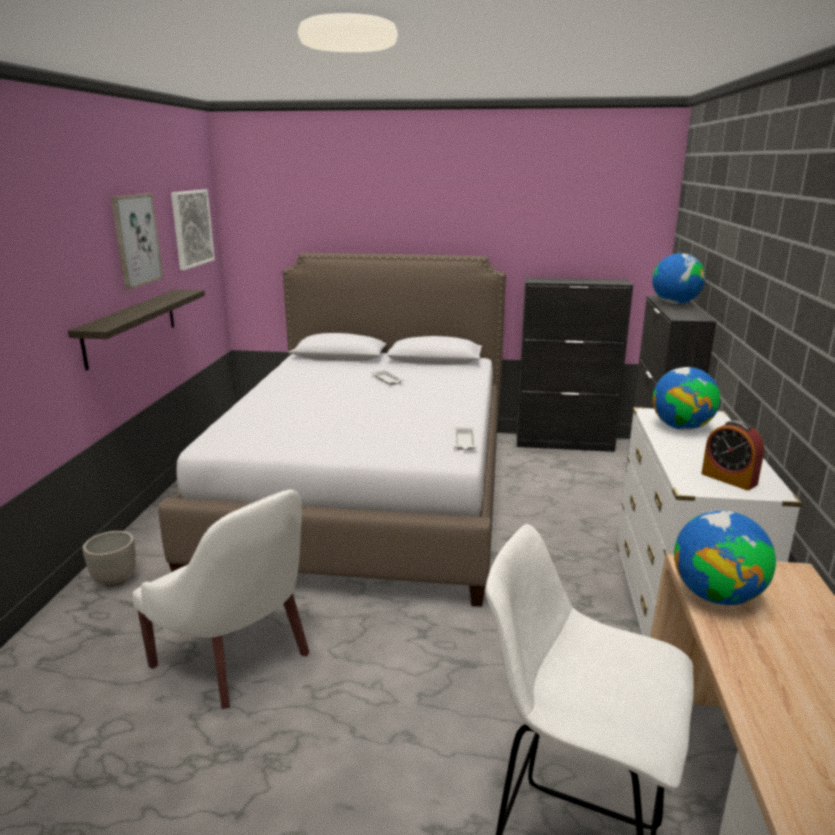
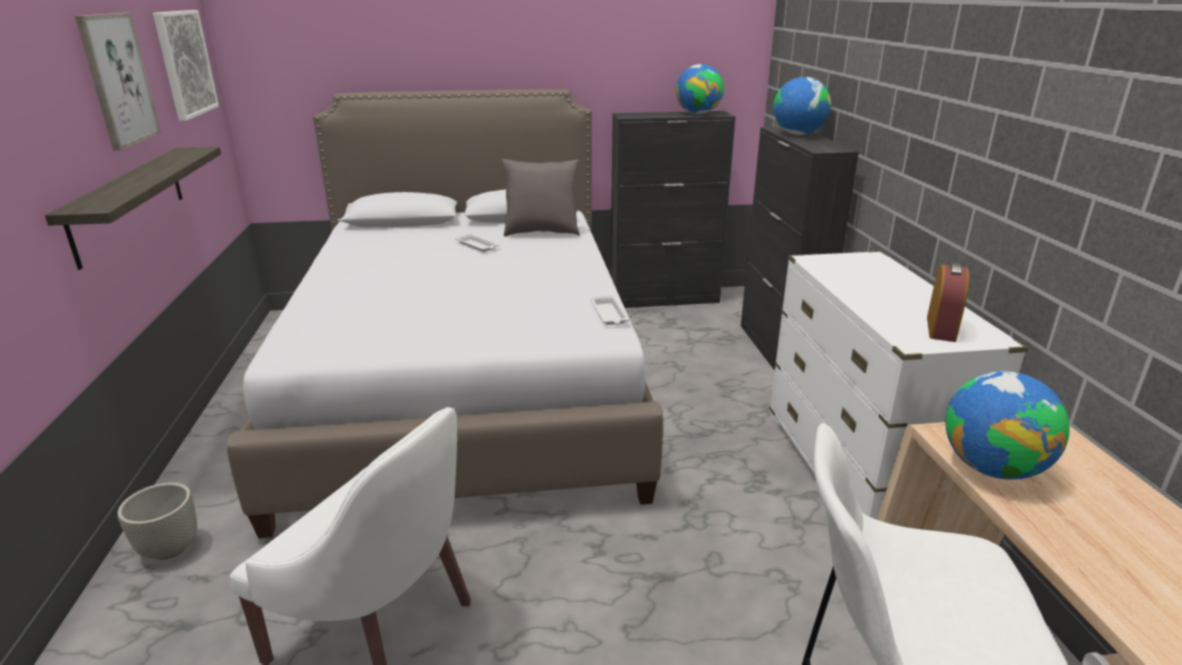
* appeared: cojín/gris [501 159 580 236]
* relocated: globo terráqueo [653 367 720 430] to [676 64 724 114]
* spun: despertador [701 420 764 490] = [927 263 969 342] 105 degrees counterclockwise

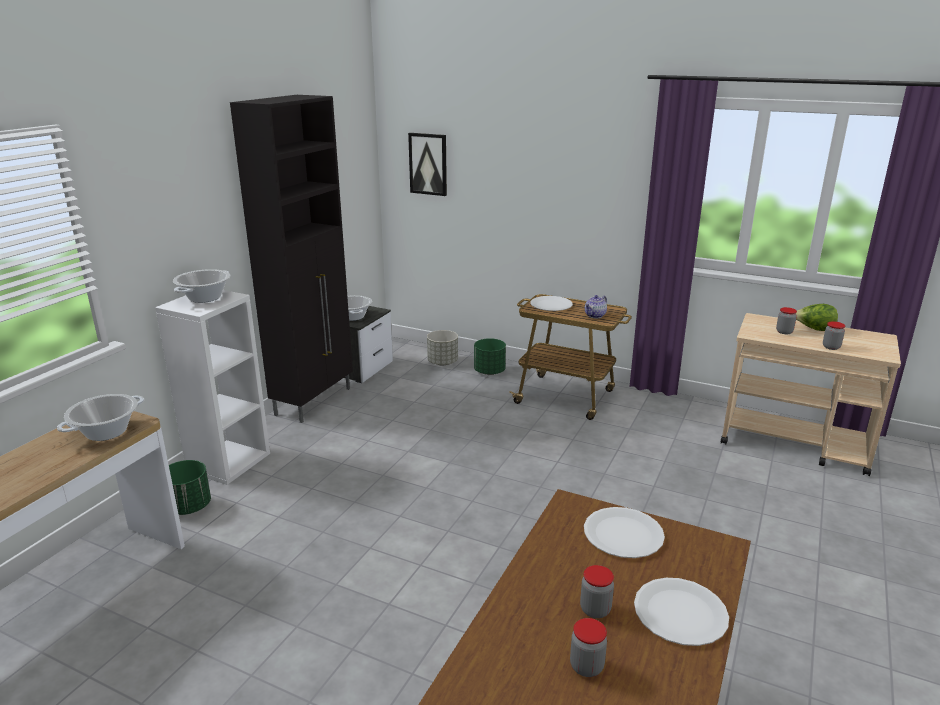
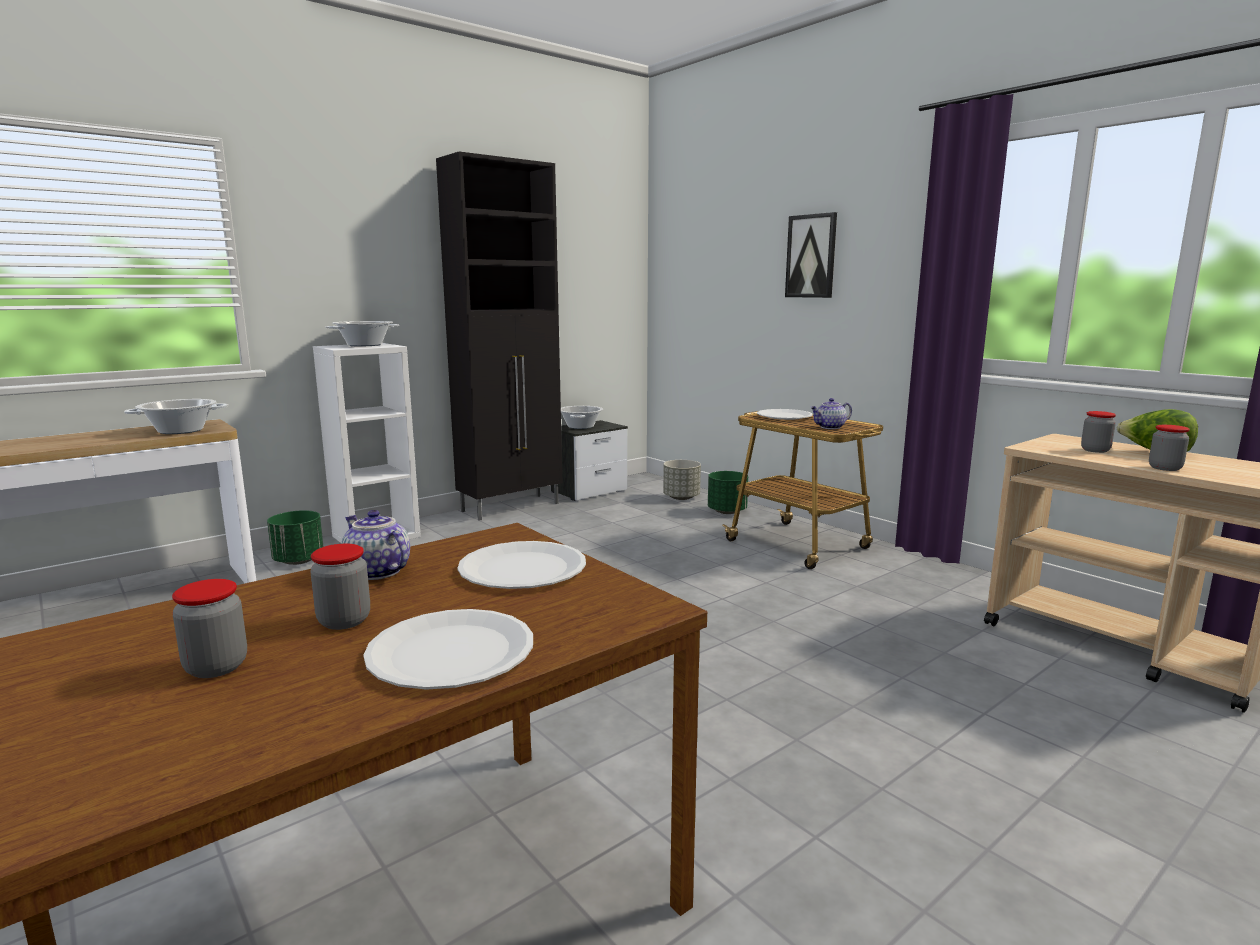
* appeared: tetera [341 510 410 580]
* relocated: cuadro [408 133 447 196] to [785 212 837 298]

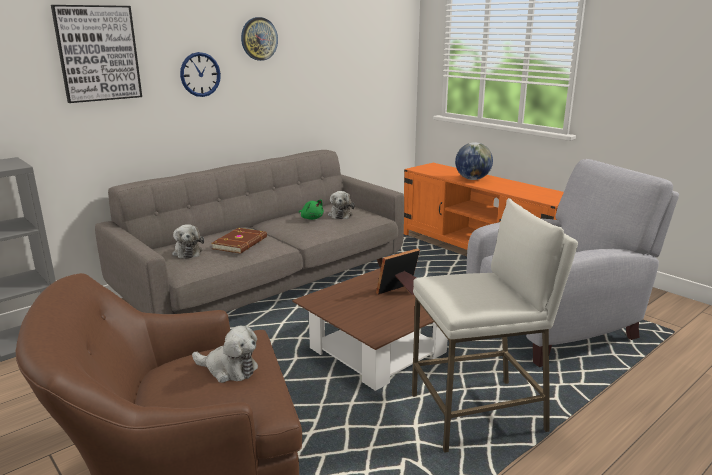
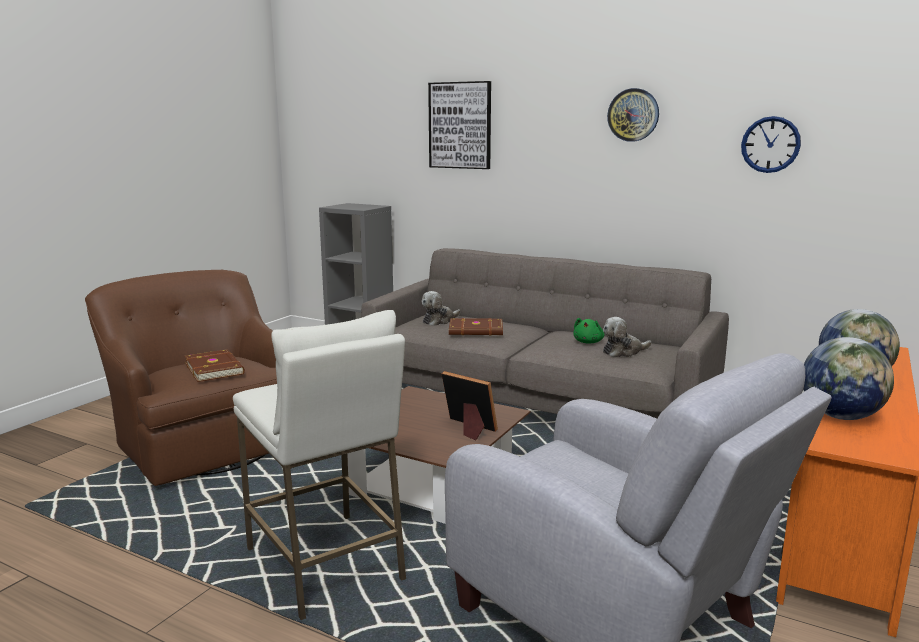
* exchanged: peluche [192 326 258 383] to libro/marrón [185 349 245 382]
* relocated: reloj de pared [180 52 221 97] to [741 116 801 173]
* appeared: globo terráqueo [803 337 894 420]

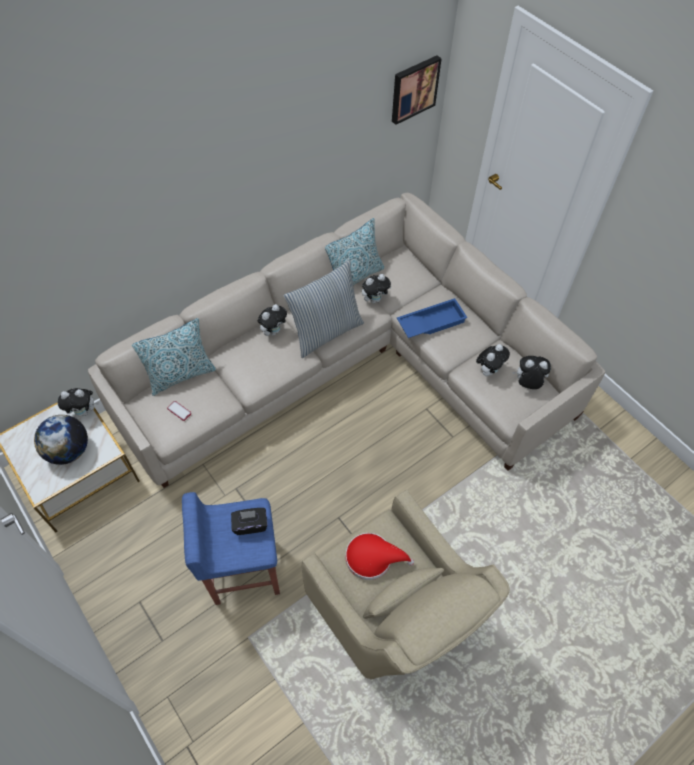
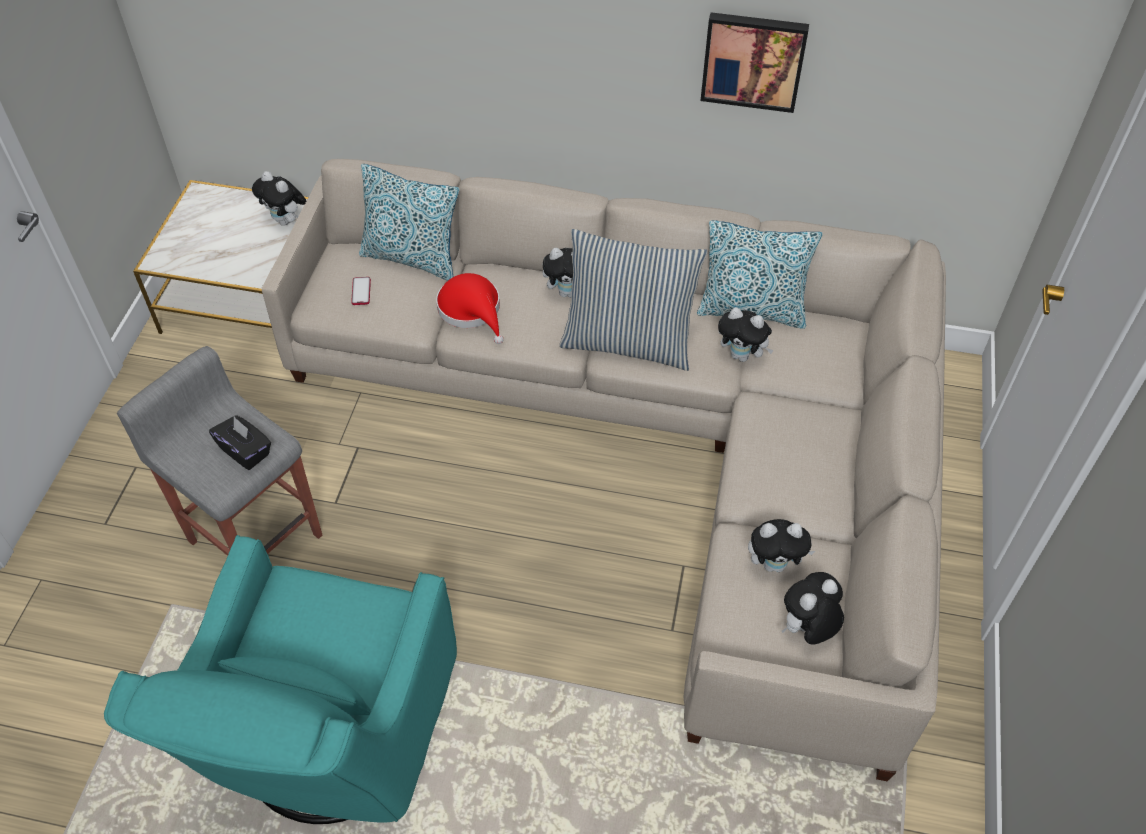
* colour: sillón/beis [302 489 510 680] to sillón/turquesa [104 535 457 824]
* colour: taburete/azul [182 492 280 605] to taburete/gris [117 346 322 556]
* relocated: sombrero/rojo [346 533 414 580] to [436 273 504 344]
* relocated: cuadro [392 55 442 125] to [701 12 809 113]
* spun: peluche [512 356 551 389] = [782 572 844 645] 90 degrees counterclockwise
* missing: globo terráqueo [34 415 88 465]
* missing: bandeja/azul [397 298 468 338]

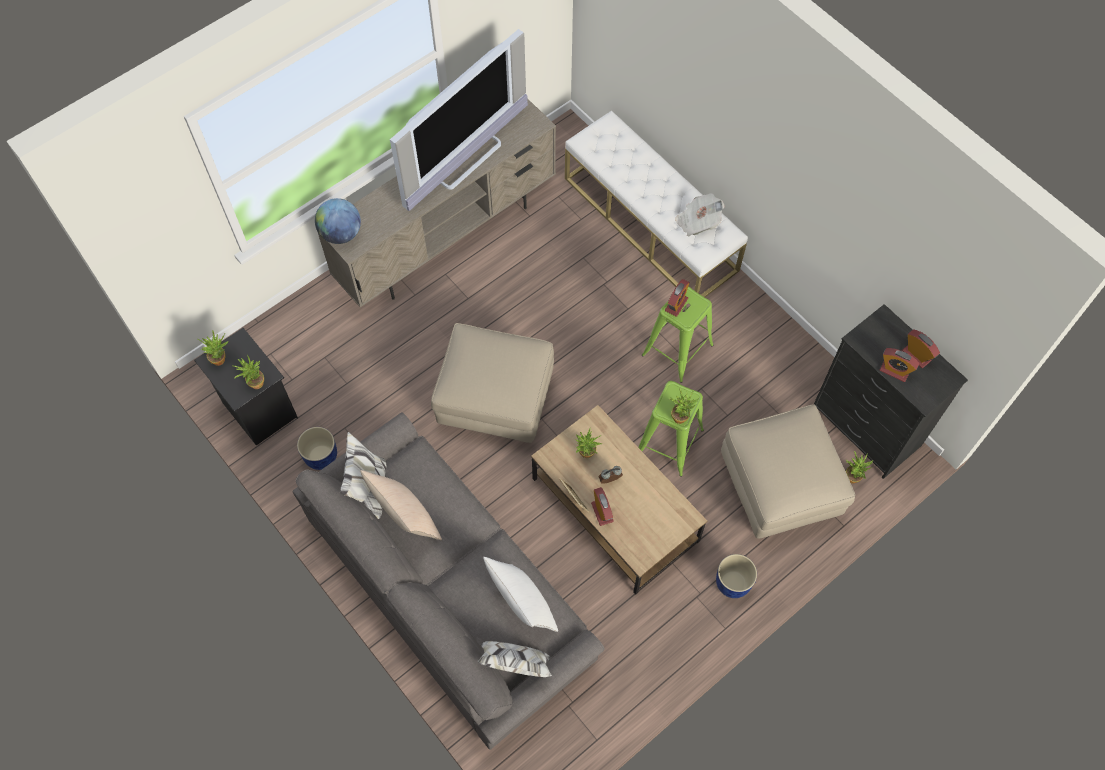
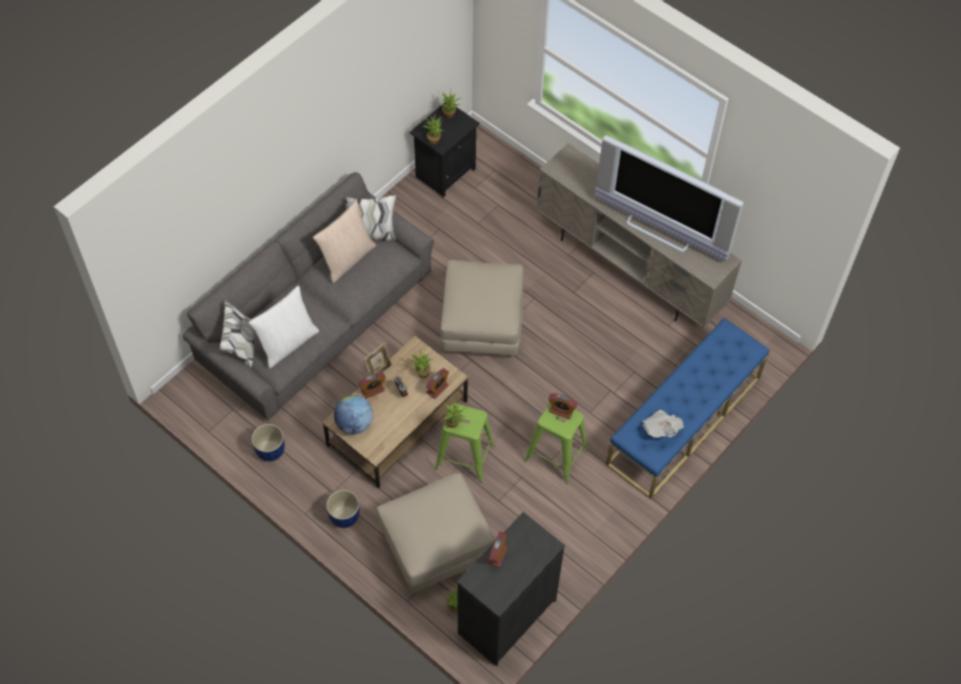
* relocated: maceta/azul [297 427 337 470] to [252 424 285 461]
* relocated: globo terráqueo [315 198 361 244] to [334 395 373 434]
* relocated: despertador [902 329 940 368] to [426 368 449 399]
* colour: banco/blanco [565 111 748 297] to banco/azul [605 318 770 499]

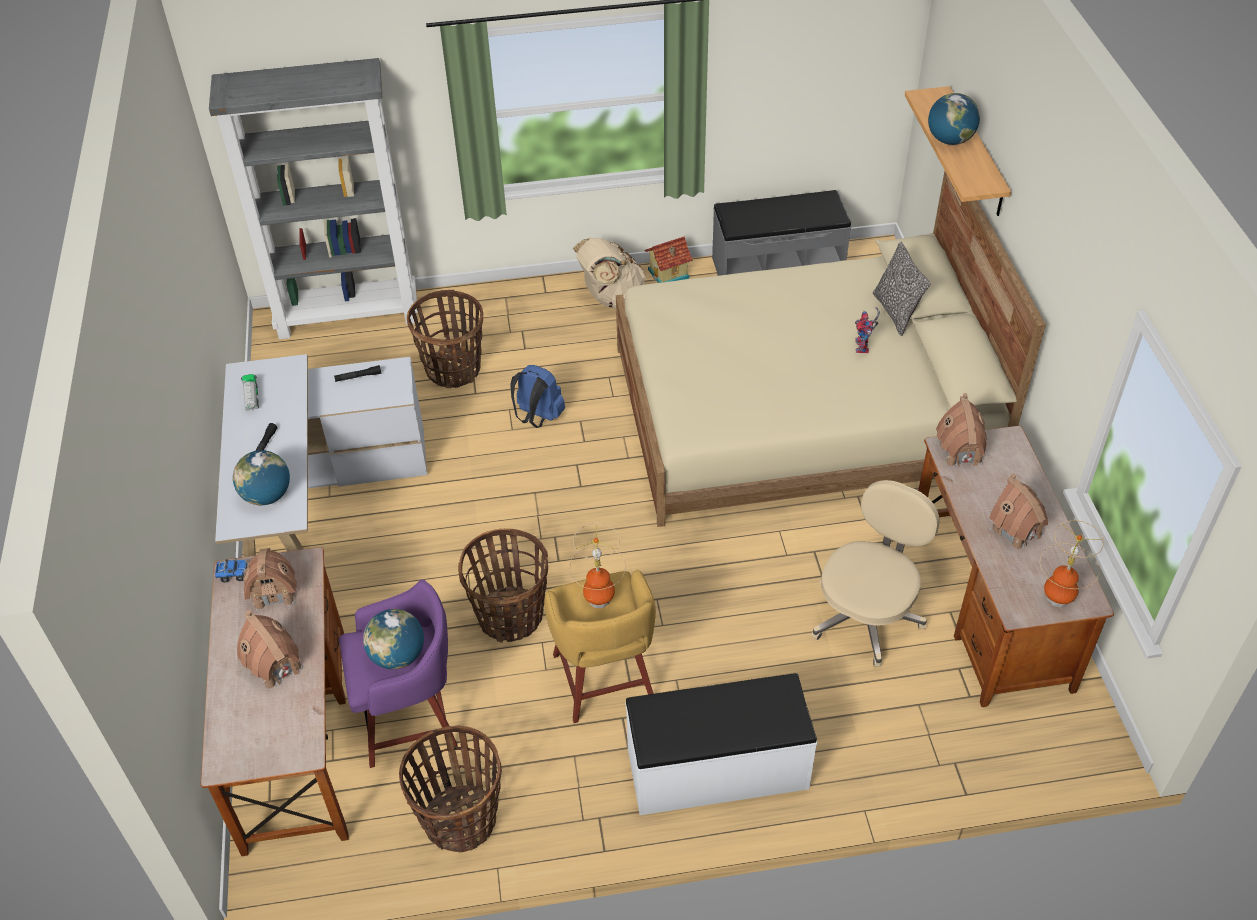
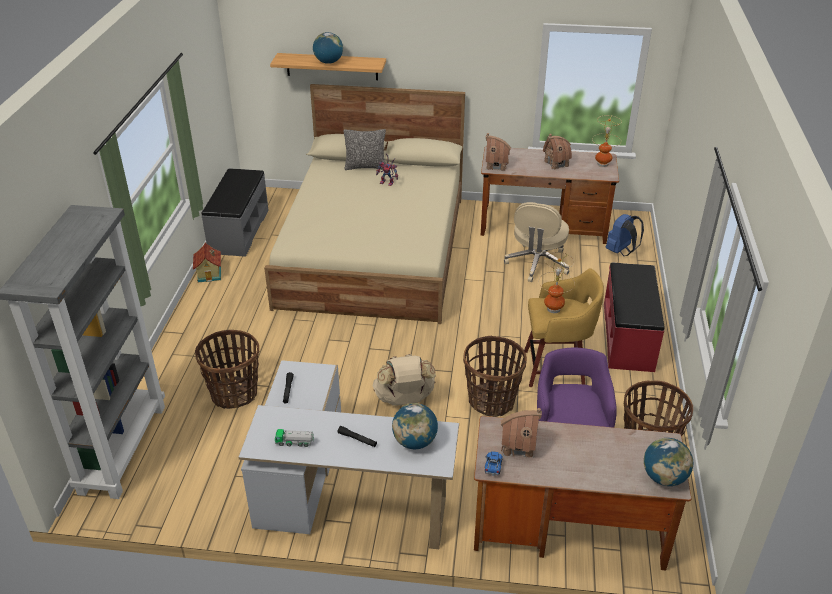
* relocated: mochila/beis [573 238 646 309] to [373 354 436 406]
* spun: silla de oficina/beis [811 480 940 667] = [504 202 569 282] 120 degrees counterclockwise
* colour: banco/blanco [625 673 817 815] to banco/rojo [604 262 665 372]
* relocated: mochila/azul [510 365 565 428] to [606 214 644 256]
* relocated: globo terráqueo [363 609 424 669] to [644 438 693 486]
* missing: casita [237 610 304 688]

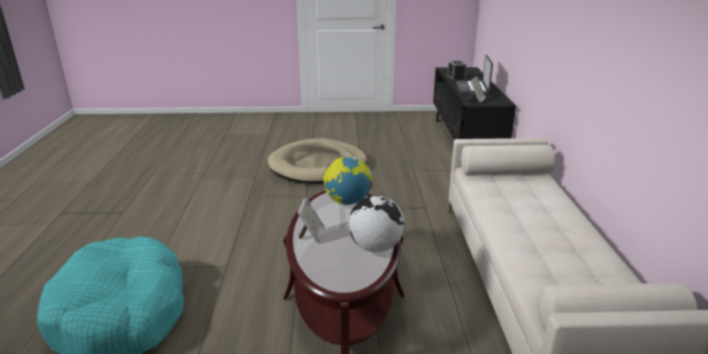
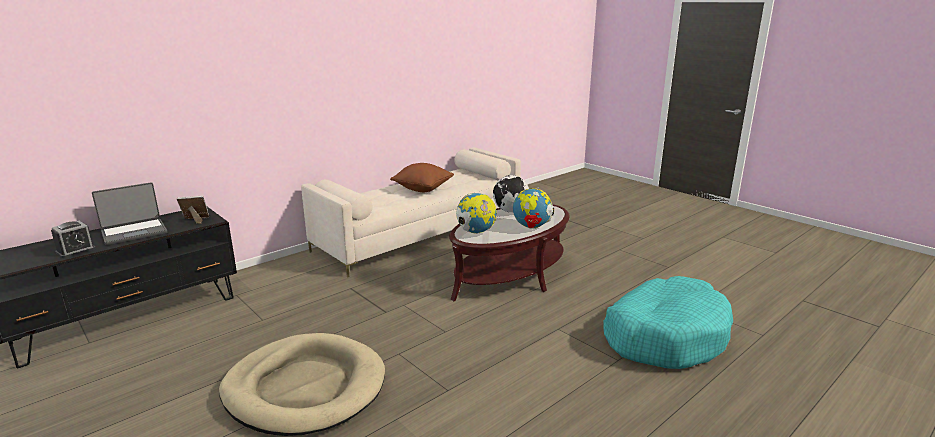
* appeared: cojín/marrón [390 163 454 192]
* exchanged: portarretratos [298 198 325 243] to globo terráqueo [513 187 554 229]

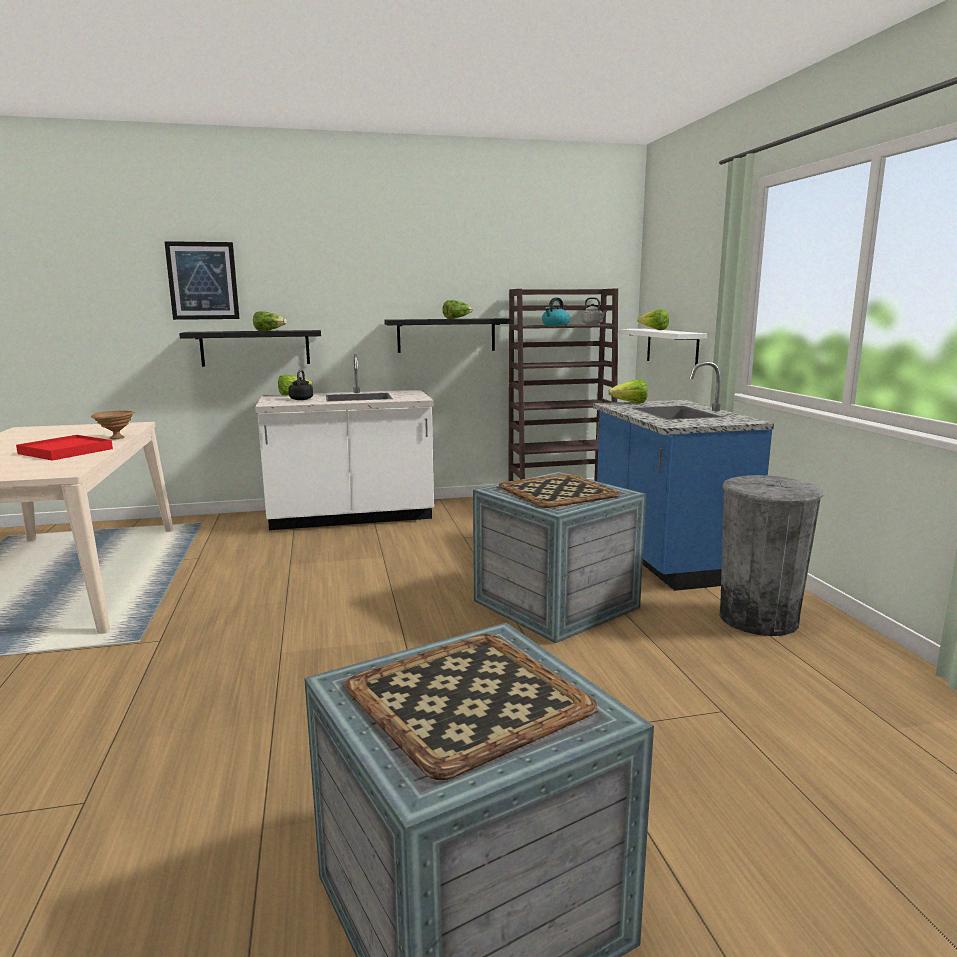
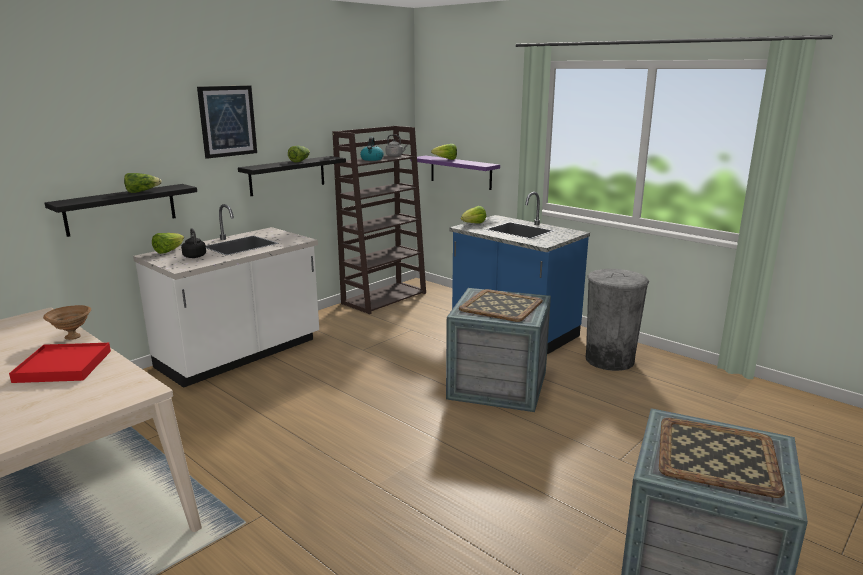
* relocated: cuadro [164 241 240 320] to [197 85 257 159]
* colour: estante/blanco [619 329 707 365] to estante/morado [417 156 500 190]

